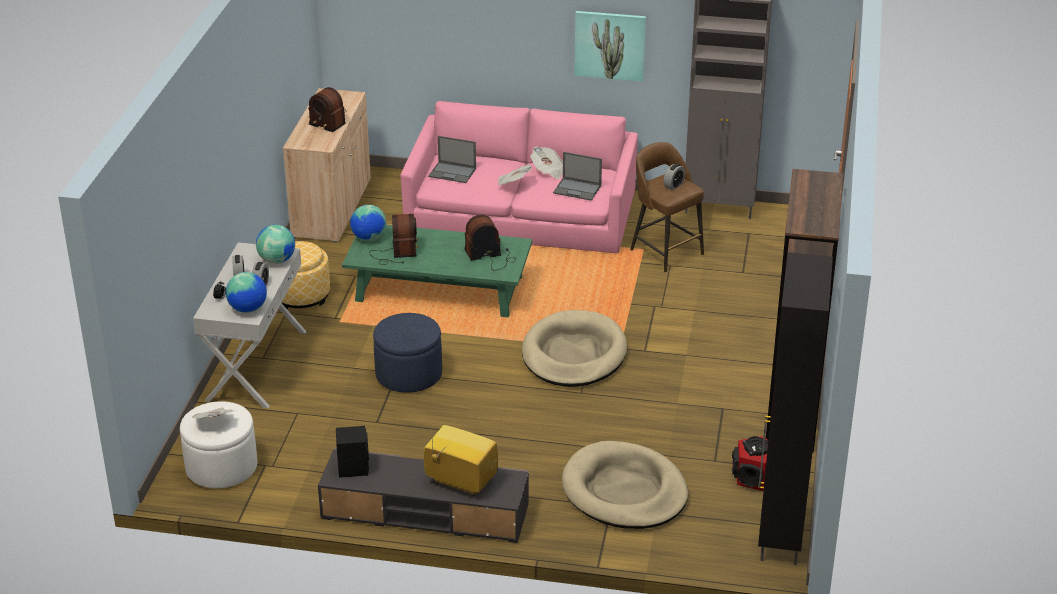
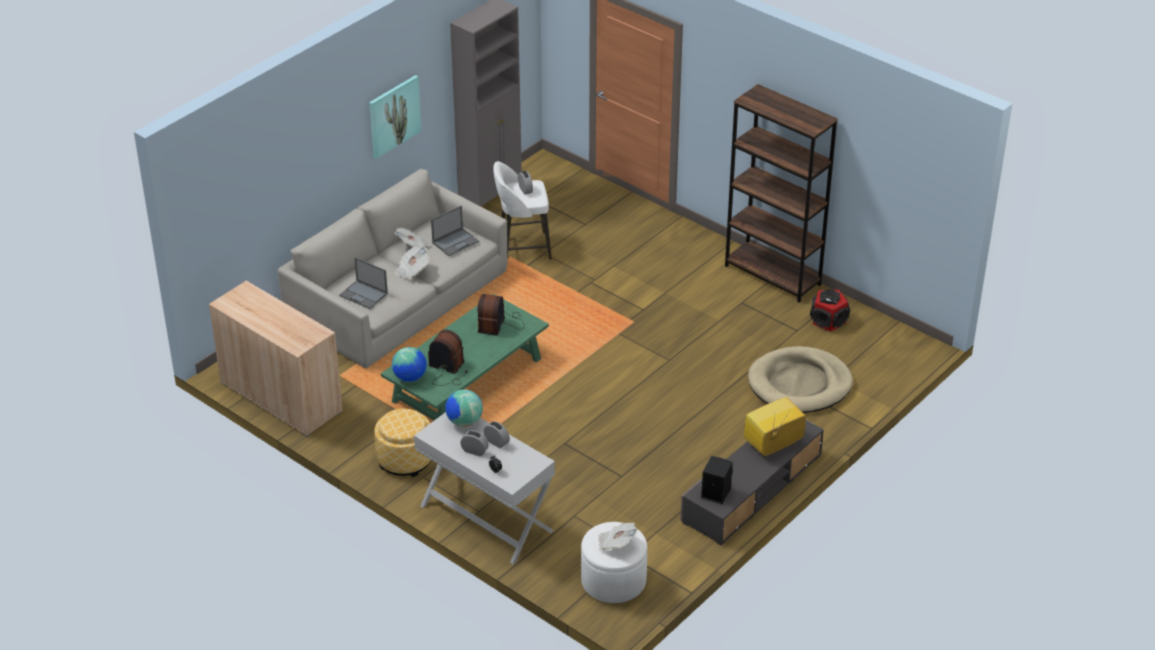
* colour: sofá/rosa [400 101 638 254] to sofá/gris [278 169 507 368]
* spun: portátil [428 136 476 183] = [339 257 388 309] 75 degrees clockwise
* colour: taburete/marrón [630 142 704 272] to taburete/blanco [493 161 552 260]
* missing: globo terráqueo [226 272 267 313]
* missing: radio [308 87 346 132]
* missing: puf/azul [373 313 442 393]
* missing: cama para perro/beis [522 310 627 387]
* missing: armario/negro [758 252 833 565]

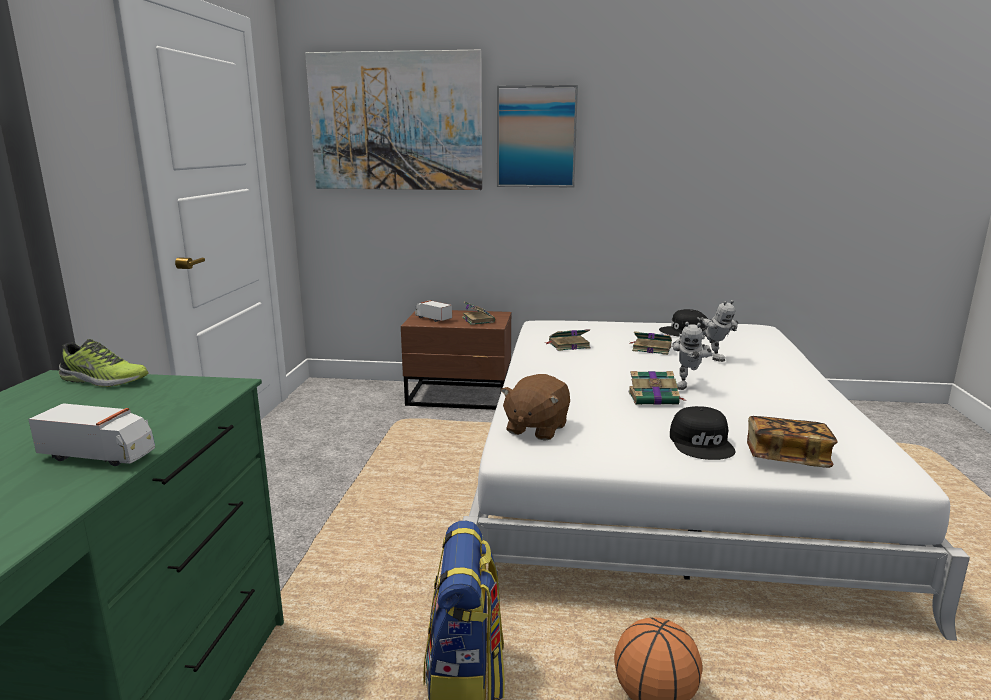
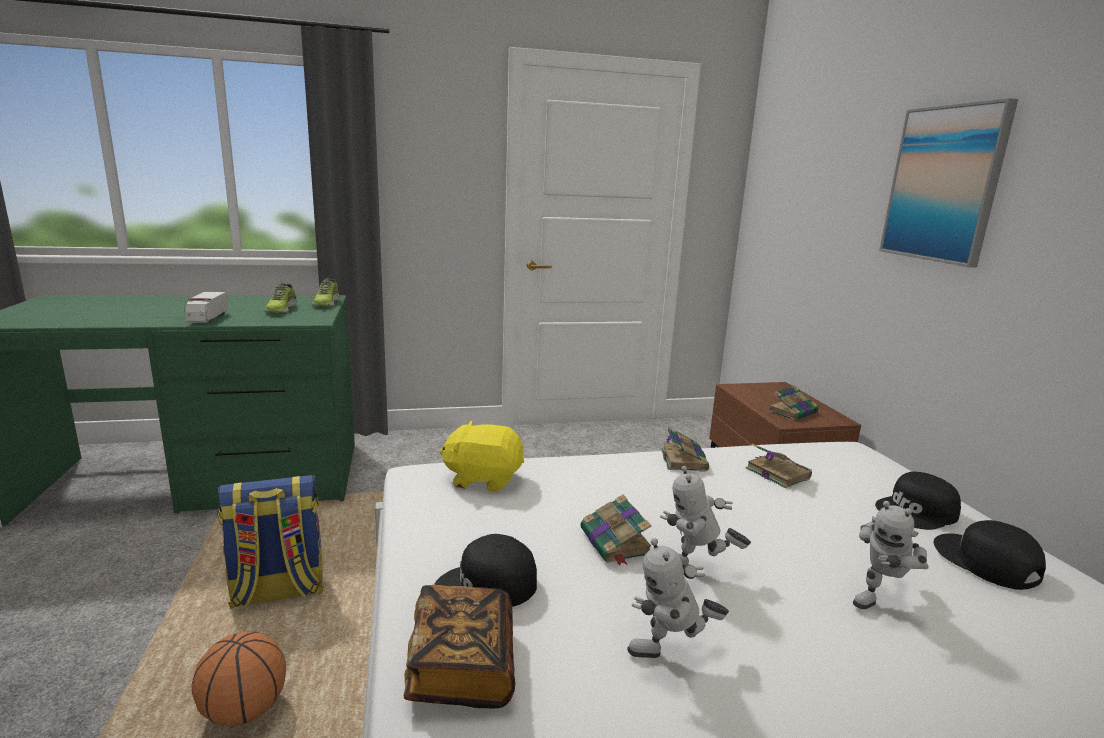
* appeared: zapato [265 283 297 313]
* colour: peluche/marrón [501 374 570 441] to peluche/amarillo [439 421 524 492]
* appeared: robot de juguete [627 538 729 658]
* relocated: libro [630 331 672 355] to [661 427 709 472]
* appeared: gorra/negro [875 472 961 530]
* missing: cuadro [305 50 482 190]
* missing: camión de juguete [415 300 452 322]

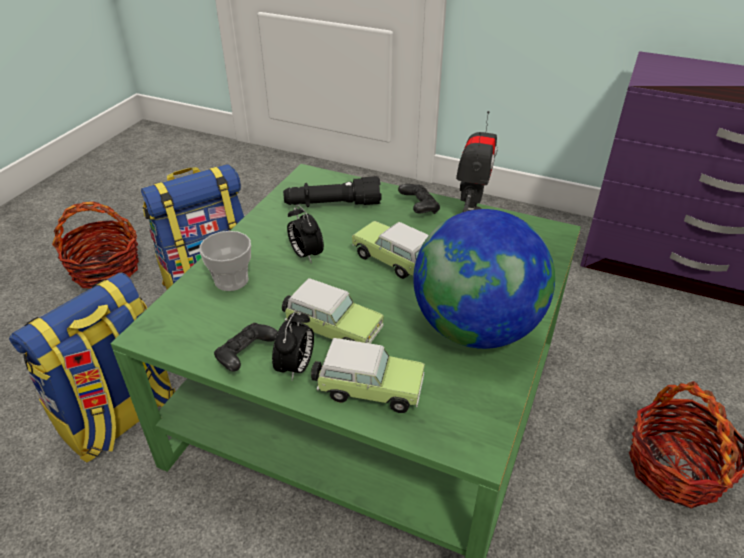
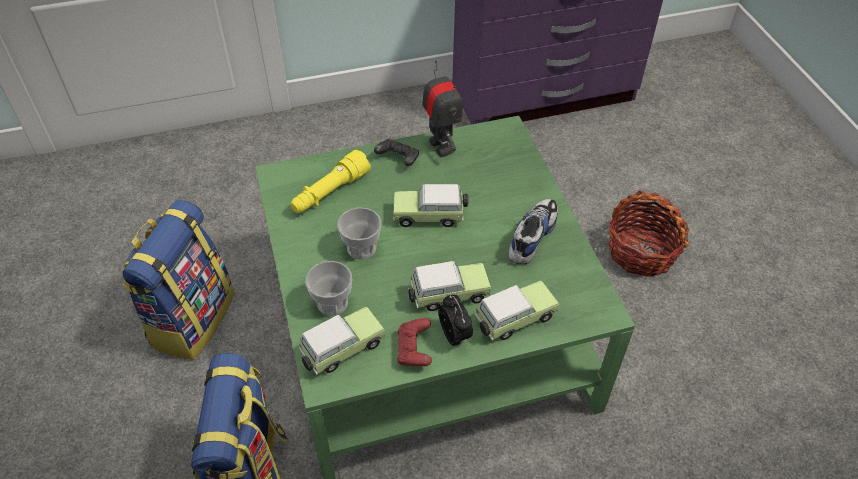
* colour: linterna/negro [283 176 382 207] to linterna/amarillo [291 150 371 213]
* appeared: coche de juguete [299 307 385 375]
* exchanged: despertador [287 204 324 263] to taza [337 207 382 260]
* colour: mando de consola/negro [214 323 278 372] to mando de consola/rojo [397 318 432 366]
* exchanged: globo terráqueo [413 209 555 349] to zapato [508 199 558 264]
* missing: cesta [52 202 139 289]

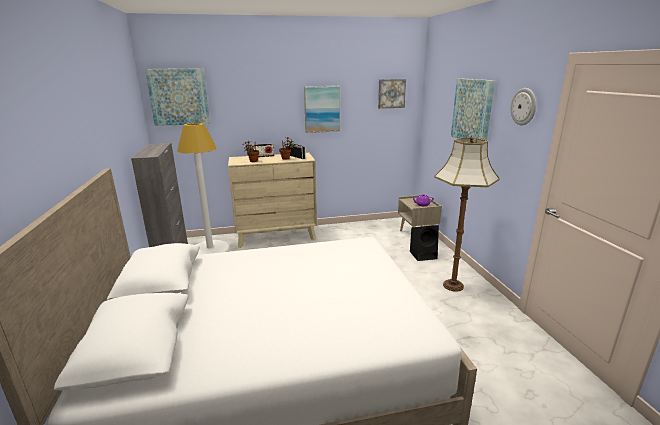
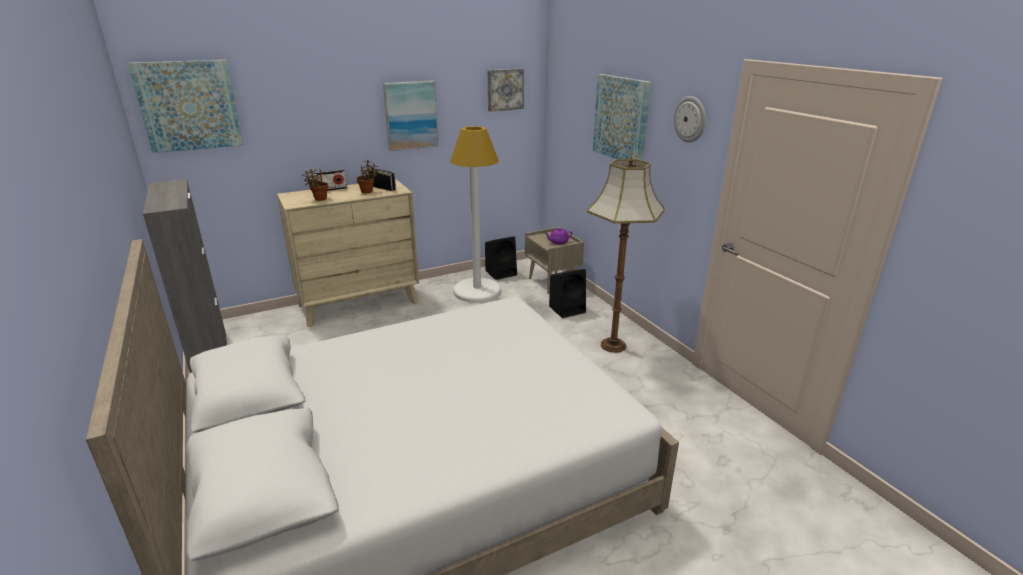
* relocated: lámpara de pie/blanco [177 123 230 255] to [450 126 501 303]
* appeared: altavoz/negro [485 236 517 280]

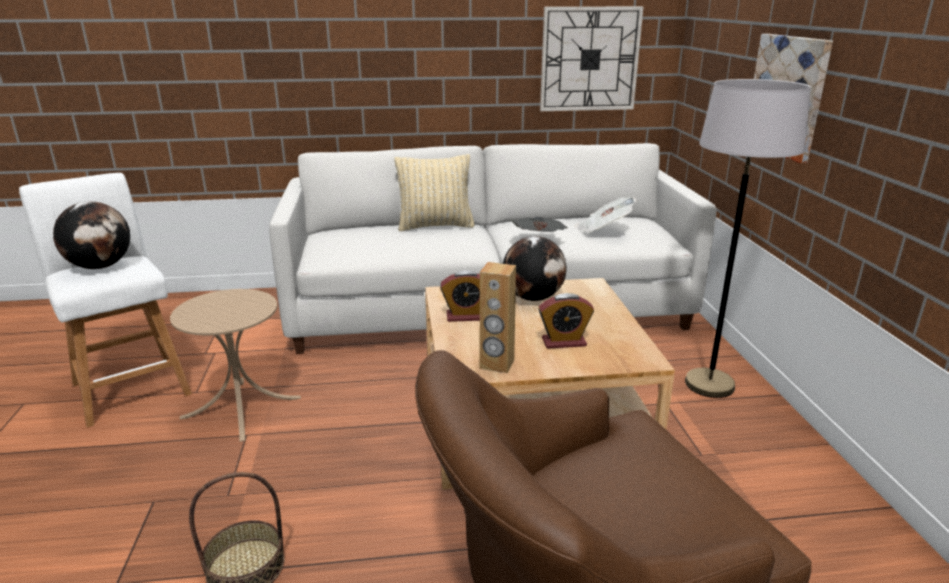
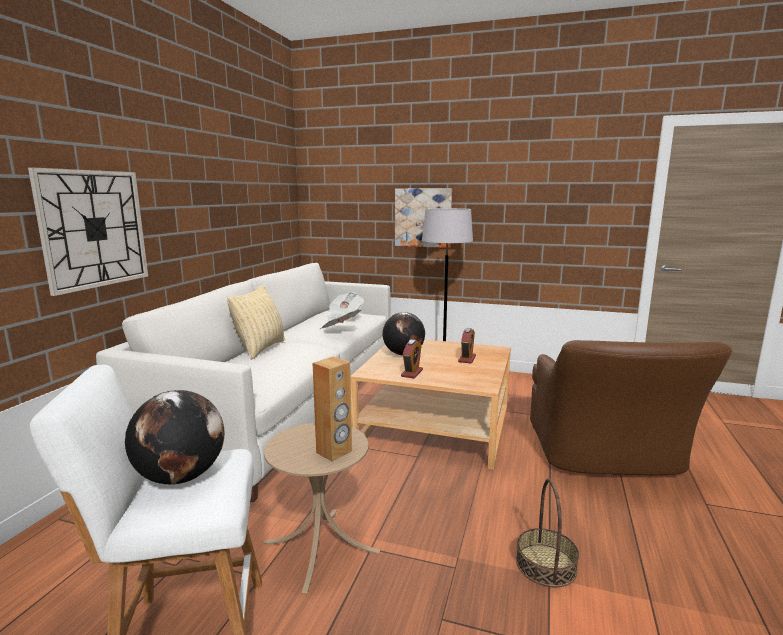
* relocated: reloj de pared [540 6 644 111] to [28 167 148 296]
* relocated: altavoz/marrón [479 262 516 373] to [313 357 352 461]

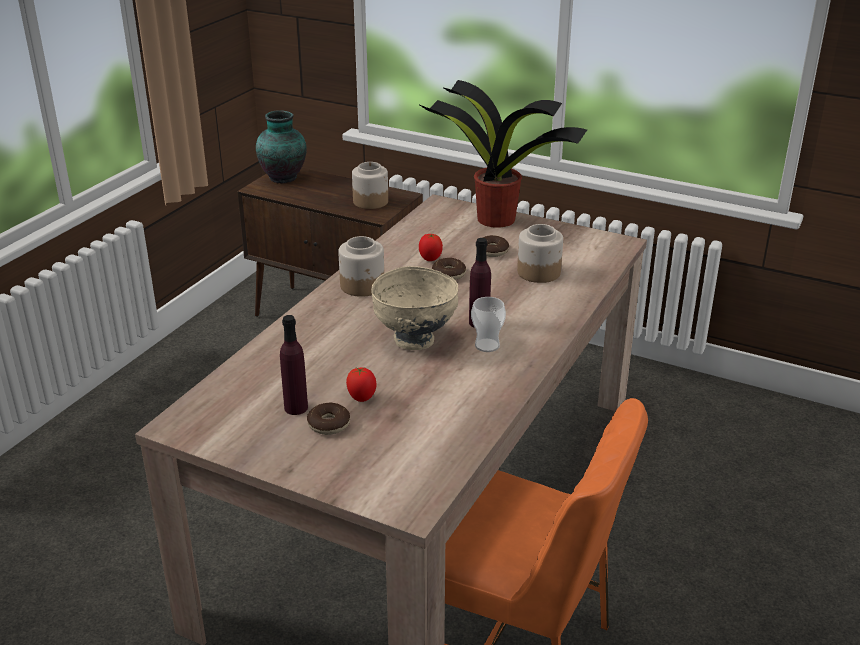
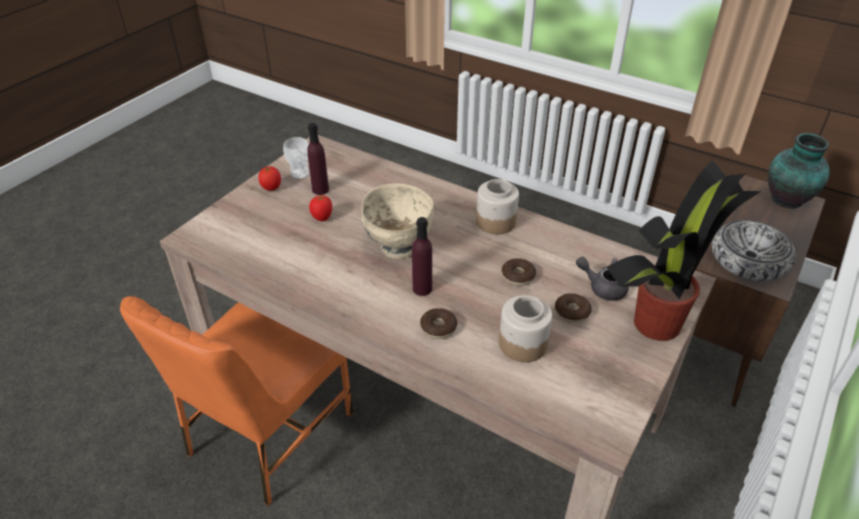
* relocated: tomate [419 234 443 261] to [258 166 281 191]
* relocated: taza [471 297 506 352] to [283 137 310 179]
* relocated: rosquilla [307 403 350 435] to [420 308 457 339]
* appeared: tetera/gris [576 257 628 301]
* exchanged: tarro [352 162 388 209] to cuenco [712 220 796 281]

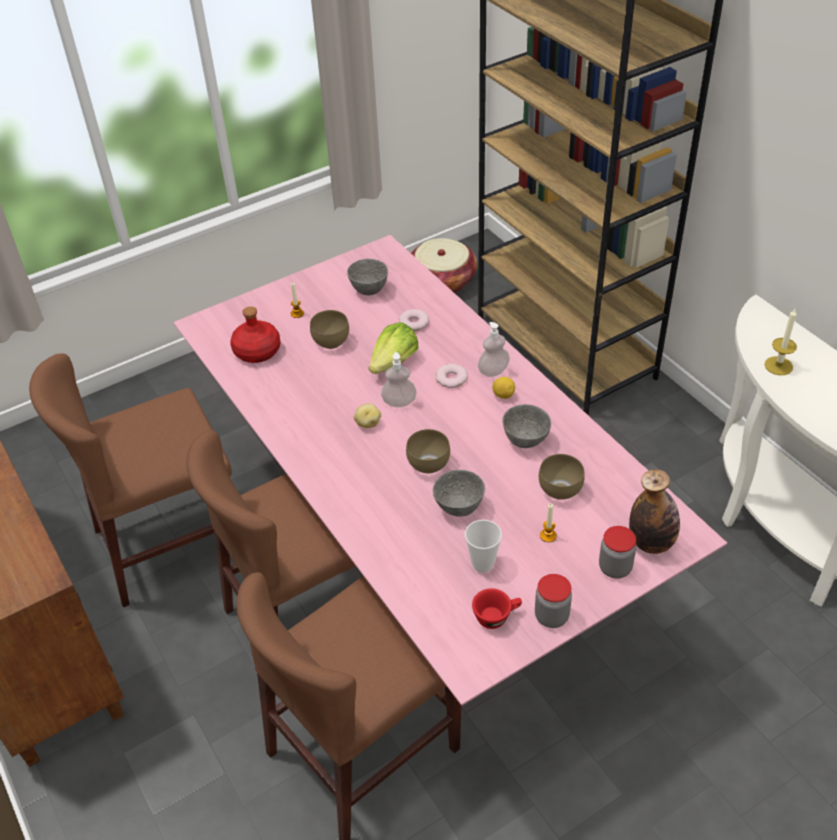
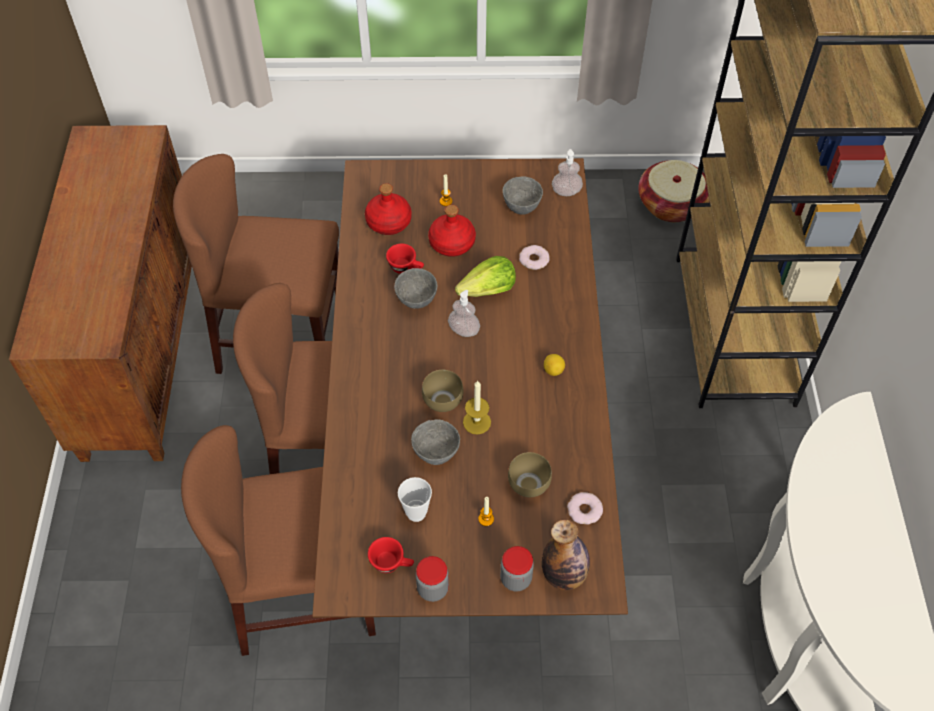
* colour: mesa de comedor/rosa [173 235 727 706] to mesa de comedor/marrón [312 158 628 618]
* appeared: taza/rojo [386 244 424 274]
* relocated: cuenco/gris [503 404 551 448] to [394 268 437 309]
* exchanged: cuenco/marrón [310 310 349 349] to botella/rojo [428 205 476 257]
* relocated: vela [765 309 797 375] to [463 380 491 435]
* relocated: dispensador de jabón [478 322 510 377] to [552 149 583 196]
* relocated: rosquilla [436 364 468 388] to [567 492 603 525]
* missing: patata [353 403 381 428]

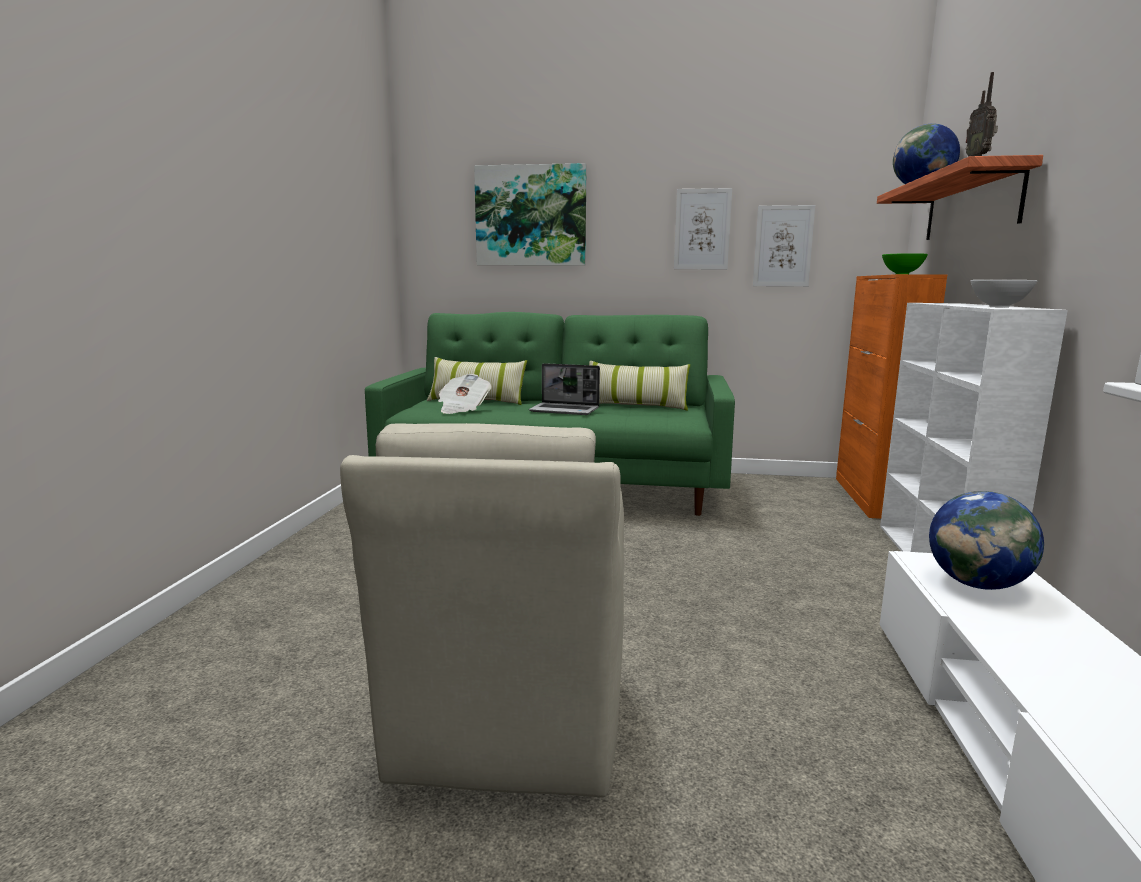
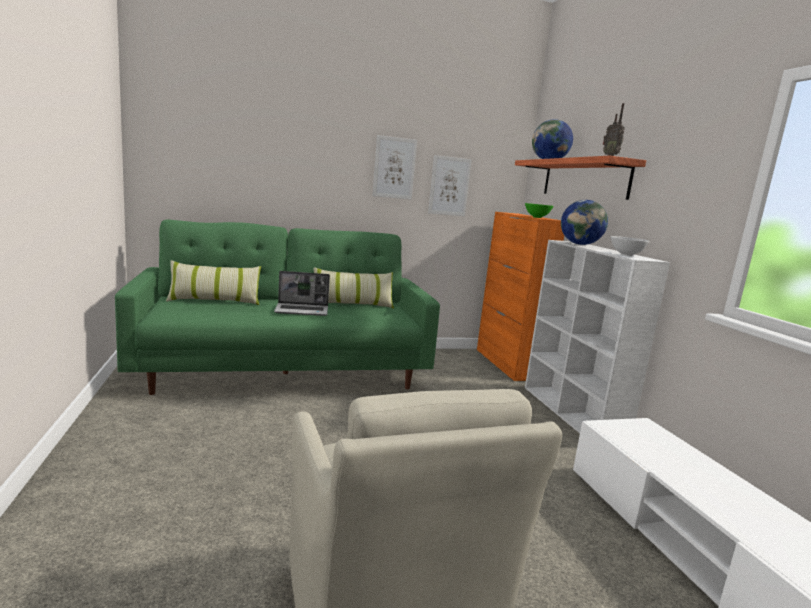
* relocated: globo terráqueo [929 491 1044 590] to [561 200 608 245]
* missing: periódico [438 374 492 414]
* missing: cuadro [474 163 587 266]

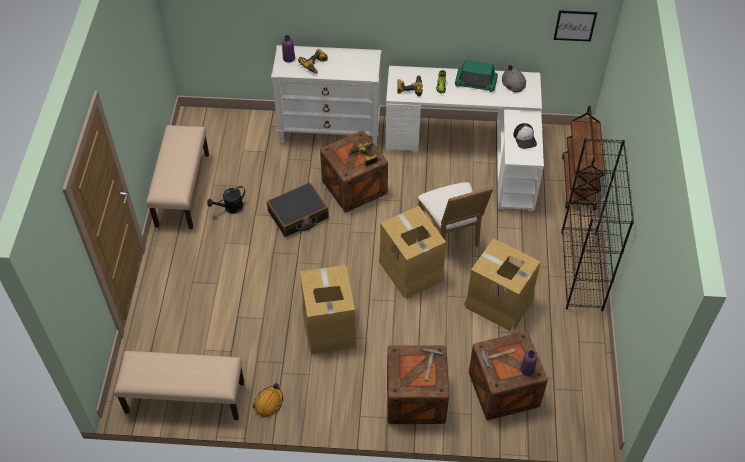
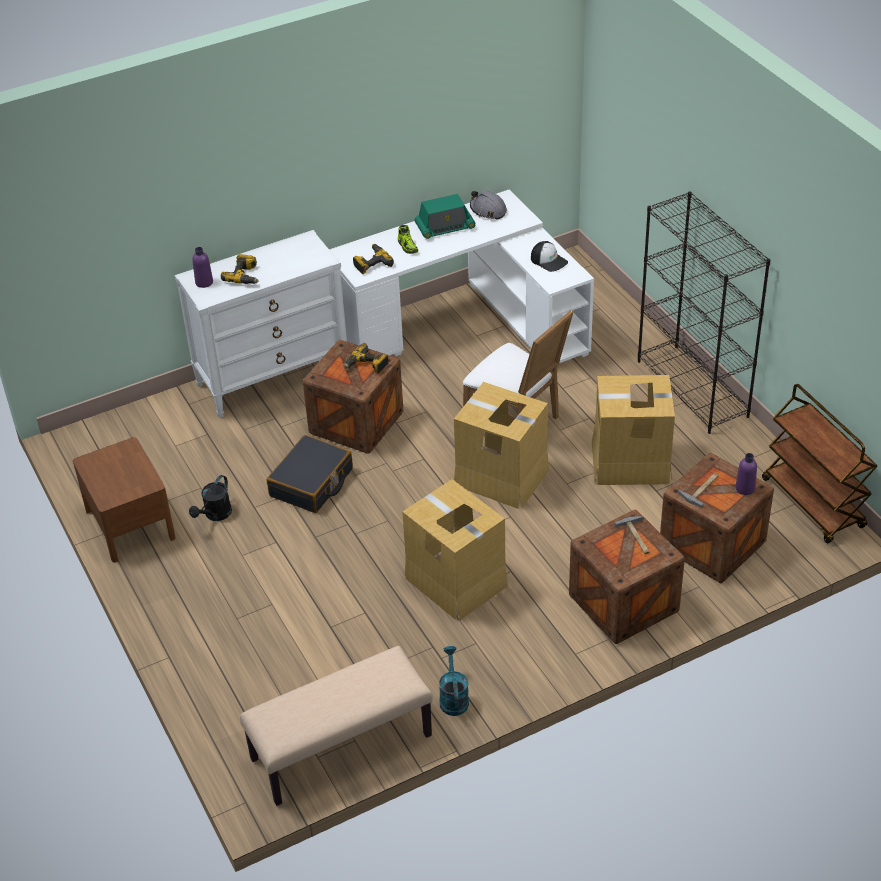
* exchanged: banco/beis [146 125 209 229] to mesita de noche/marrón [73 437 176 563]
* exchanged: casco/naranja [253 383 283 417] to regadera/turquesa [439 646 469 716]
* relocated: carrito/marrón [562 106 605 210] to [762 384 877 543]
* missing: cuadro [554 10 597 42]

